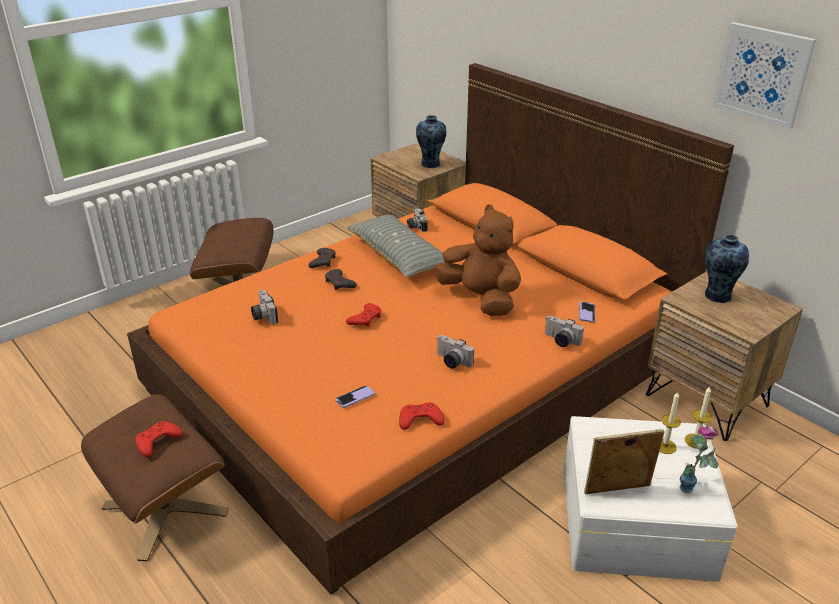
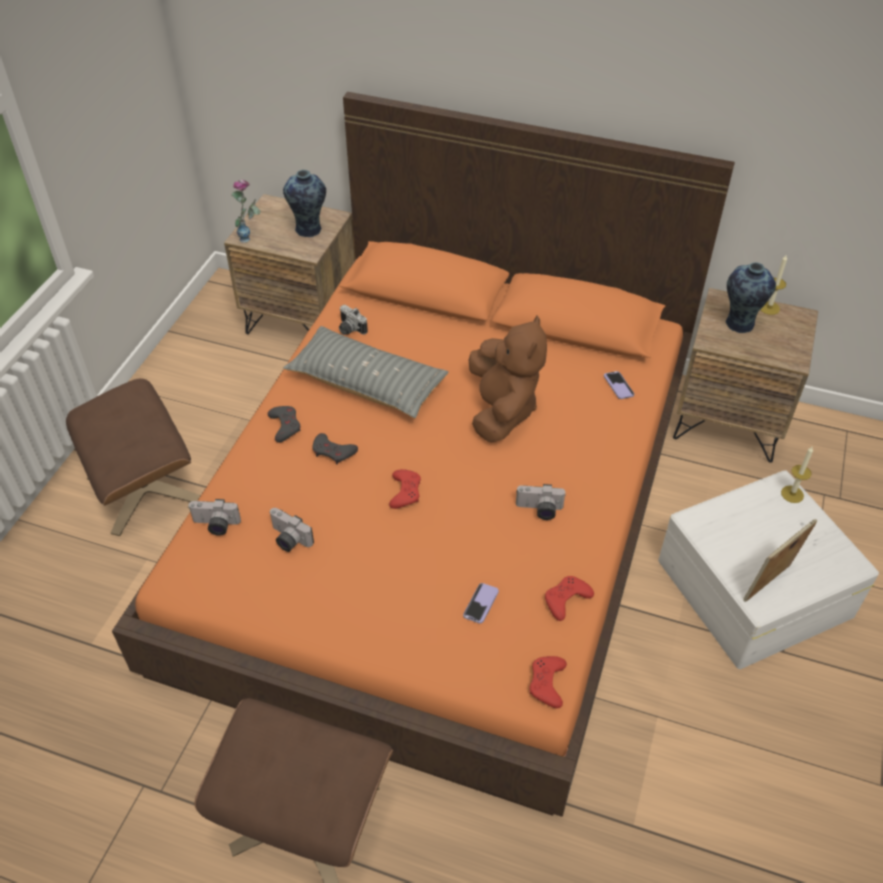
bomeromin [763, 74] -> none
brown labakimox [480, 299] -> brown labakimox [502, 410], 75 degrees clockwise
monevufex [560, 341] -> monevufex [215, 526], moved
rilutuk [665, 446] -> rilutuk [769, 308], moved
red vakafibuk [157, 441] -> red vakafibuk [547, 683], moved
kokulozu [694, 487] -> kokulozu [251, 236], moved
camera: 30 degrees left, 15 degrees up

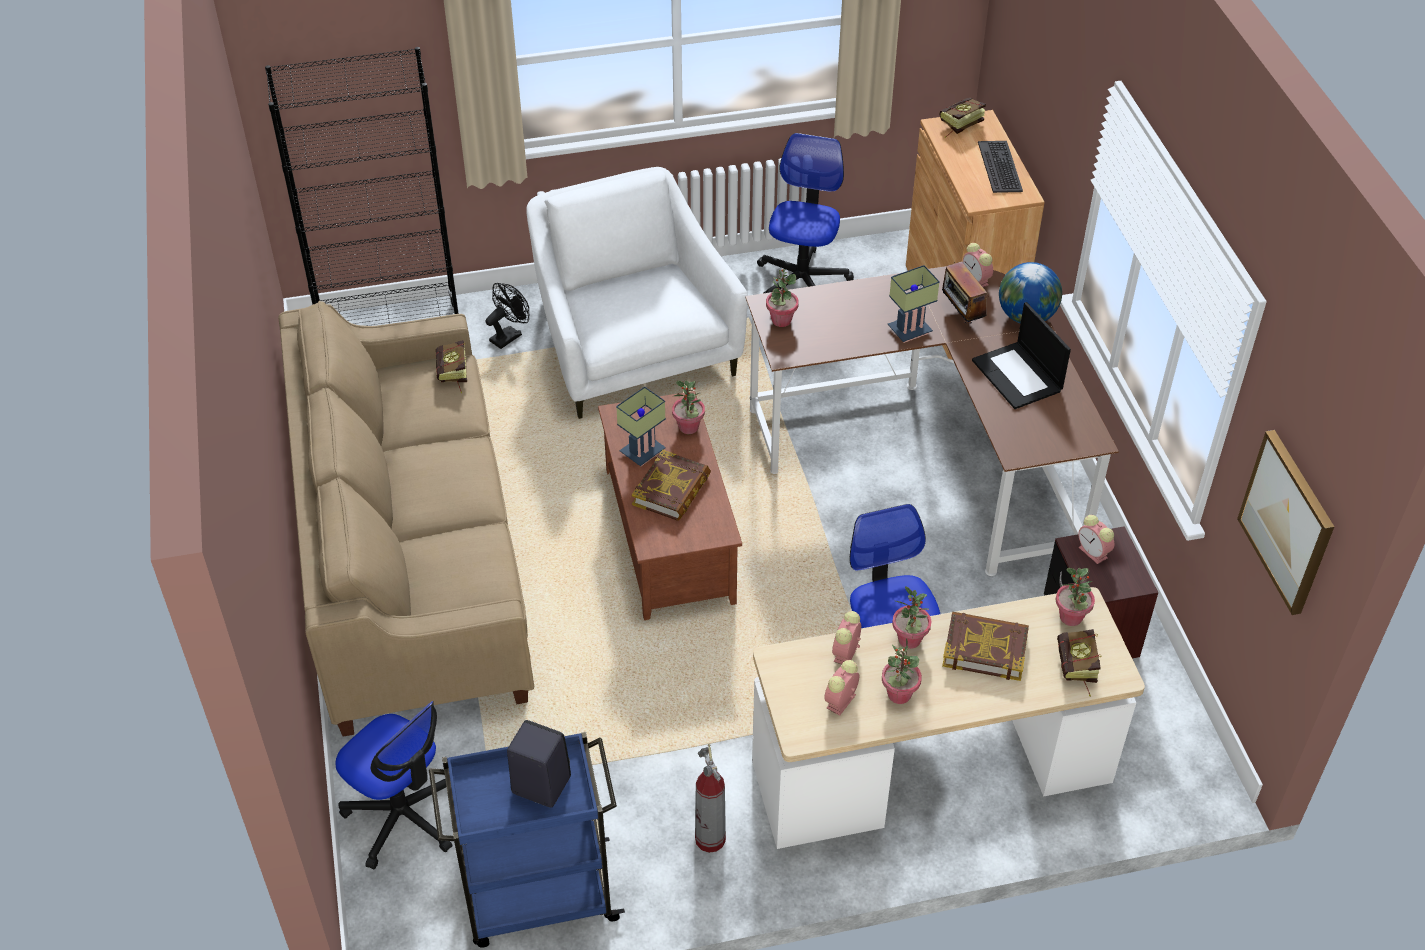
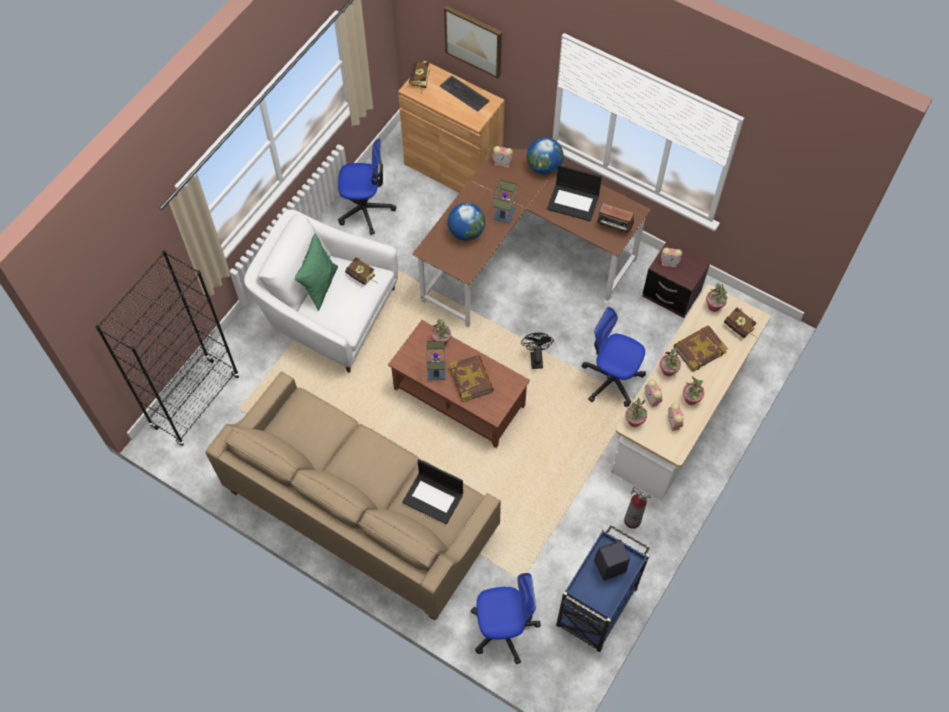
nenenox [802, 279] -> nenenox [365, 209], 120 degrees clockwise
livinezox [961, 316] -> livinezox [614, 229], moved
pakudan [781, 320] -> pakudan [634, 421], moved
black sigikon [509, 335] -> black sigikon [536, 357], moved
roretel [453, 376] -> roretel [363, 277], moved
bomeromin [1287, 521] -> bomeromin [474, 41], moved
none -> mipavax [466, 232]
none -> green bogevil [319, 286]
none -> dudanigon [433, 498]
camera: 45 degrees left, 15 degrees up

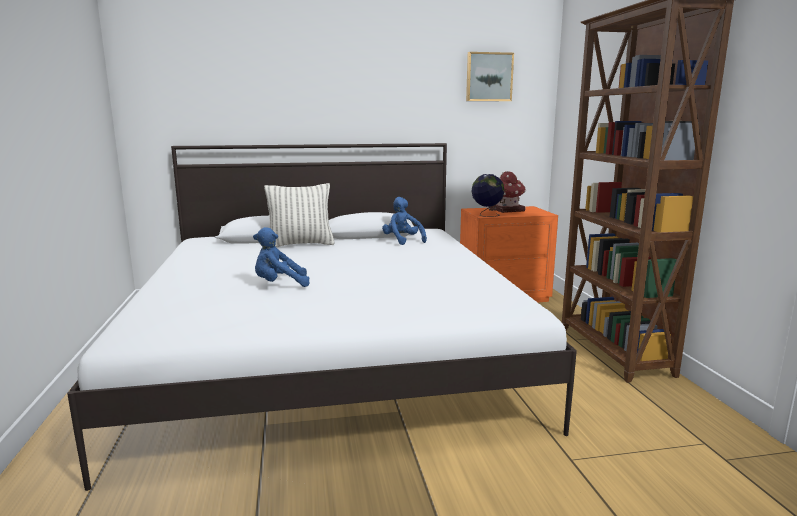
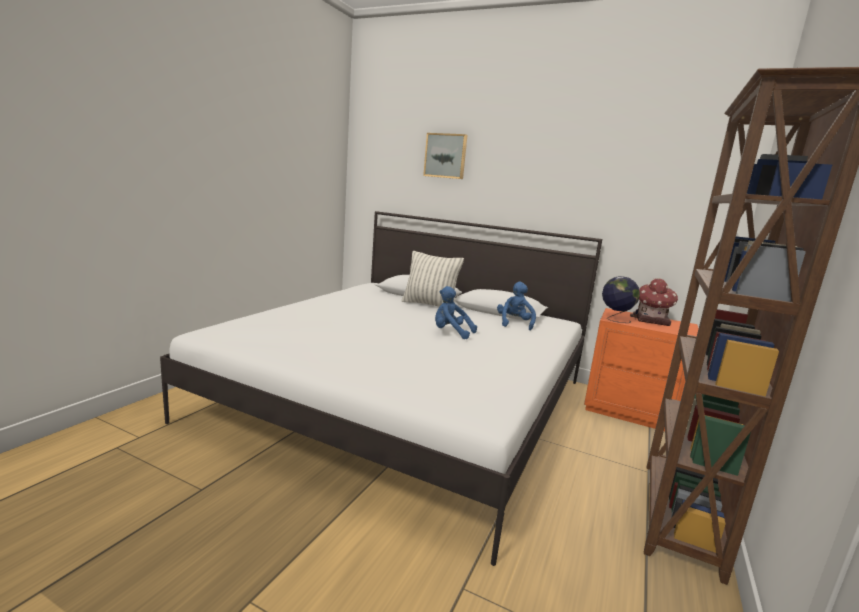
bomeromin [489, 77] -> bomeromin [445, 156], moved
blue labakimox [279, 285] -> blue labakimox [450, 333], moved
camera: 35 degrees right, 0 degrees up

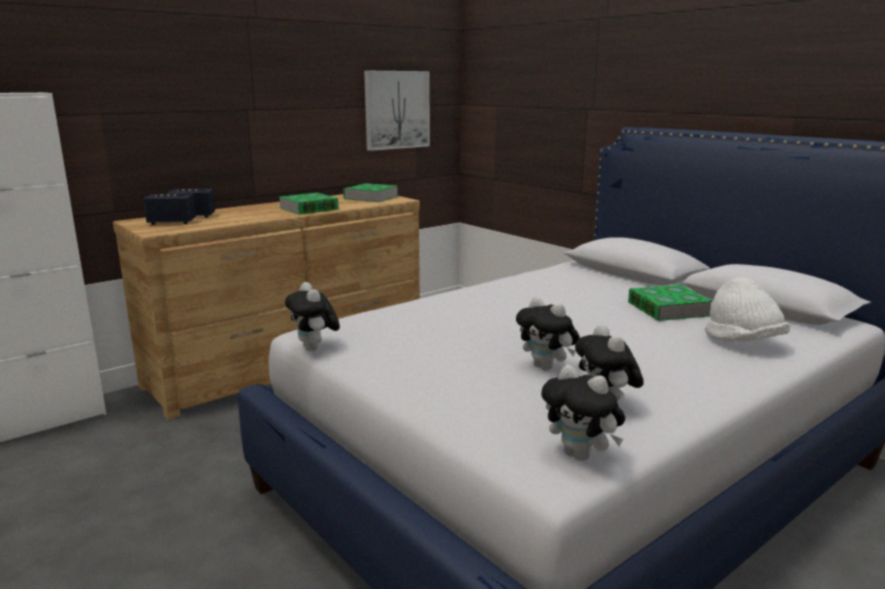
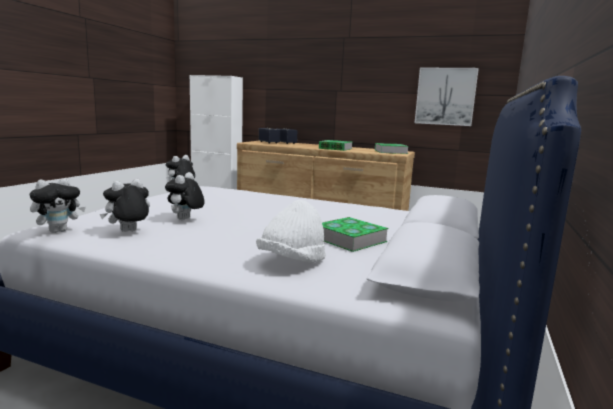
labakimox [581, 456] -> labakimox [59, 231], 150 degrees counterclockwise
camera: 60 degrees right, 5 degrees down

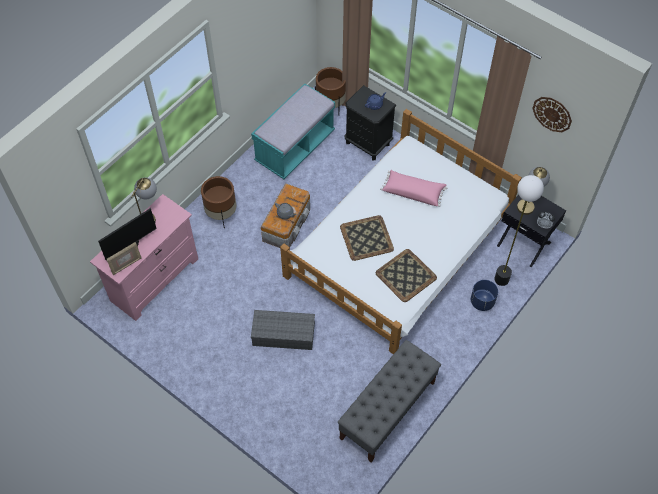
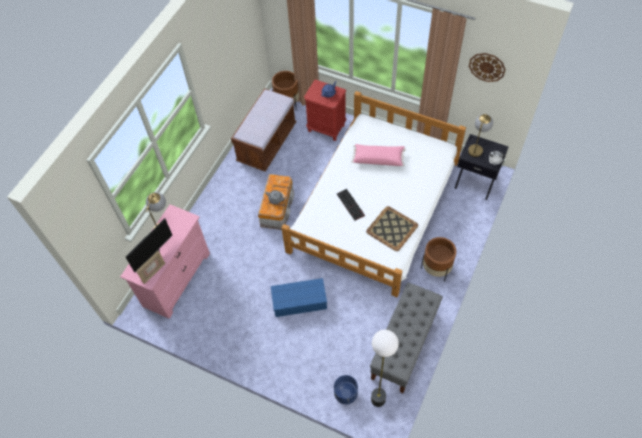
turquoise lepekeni [295, 147] -> brown lepekeni [267, 143]
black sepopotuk [368, 143] -> red sepopotuk [326, 128]
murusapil [502, 279] -> murusapil [378, 400], moved
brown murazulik [221, 214] -> brown murazulik [436, 269], moved
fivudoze [367, 238] -> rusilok [351, 204]
blue murazulik [482, 302] -> blue murazulik [345, 394], moved
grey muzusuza [282, 335] -> blue muzusuza [298, 302]
camera: 10 degrees left, 0 degrees up

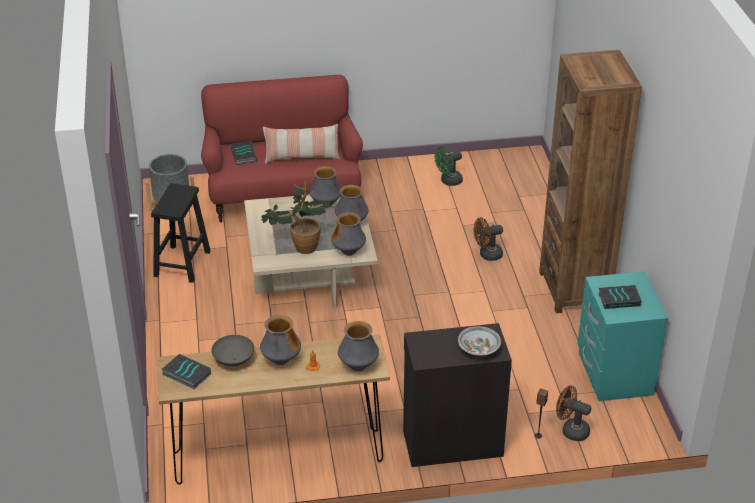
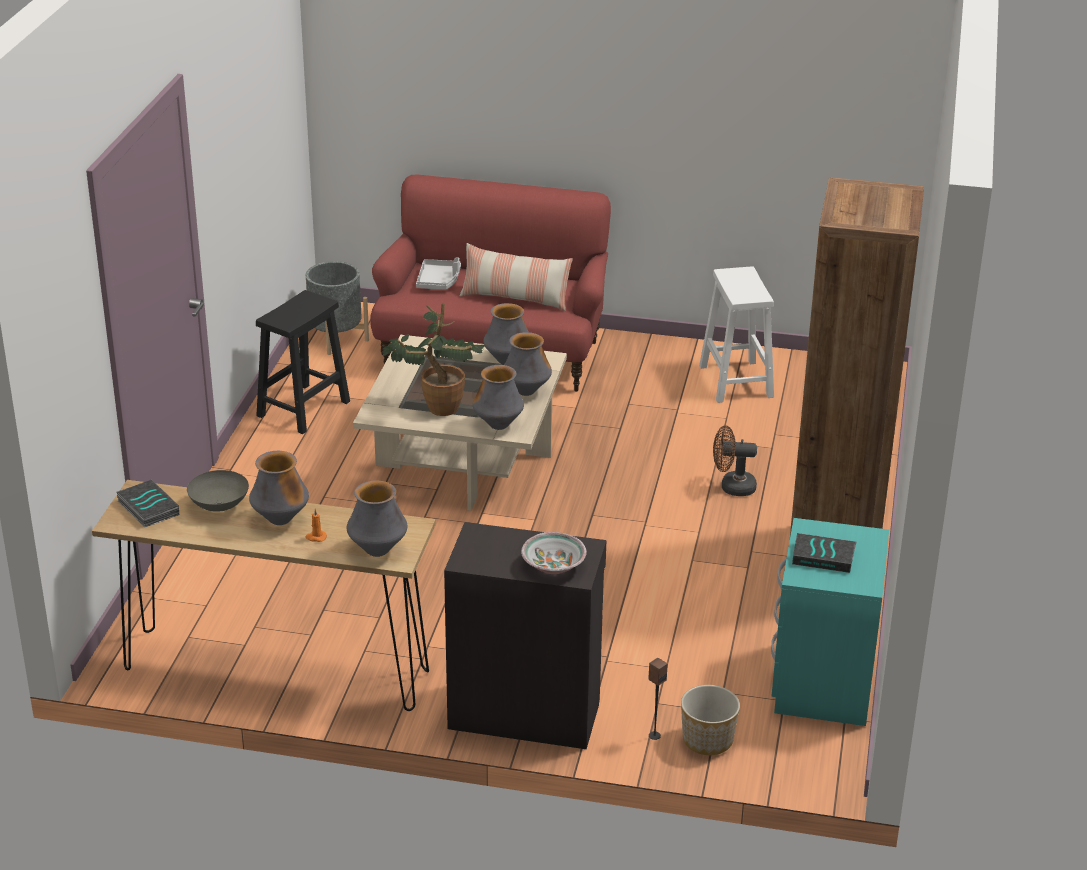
roretel [244, 155] -> grey fivudoze [439, 281]
green sigikon [448, 181] -> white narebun [736, 382]
brown sigikon [571, 430] -> murazulik [708, 741]
camera: 20 degrees right, 5 degrees down

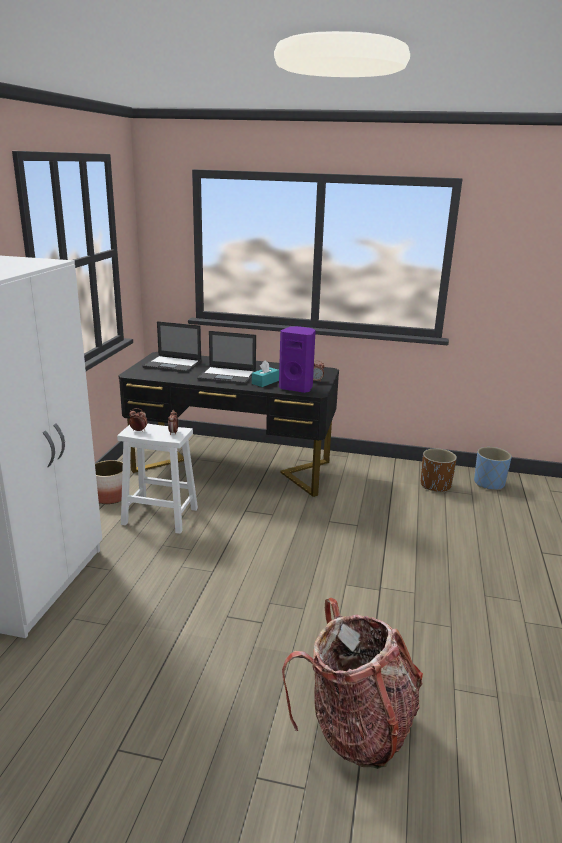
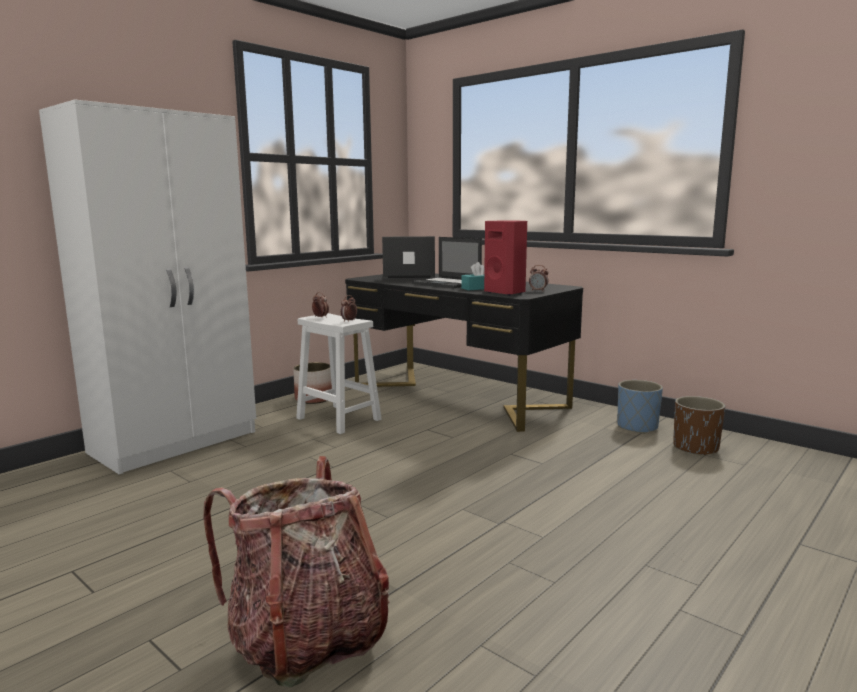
dudanigon [173, 364] -> dudanigon [408, 276], 135 degrees clockwise
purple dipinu [297, 388] -> red dipinu [506, 292]
blue murazulik [489, 483] -> blue murazulik [637, 427], moved
camera: 30 degrees right, 10 degrees down

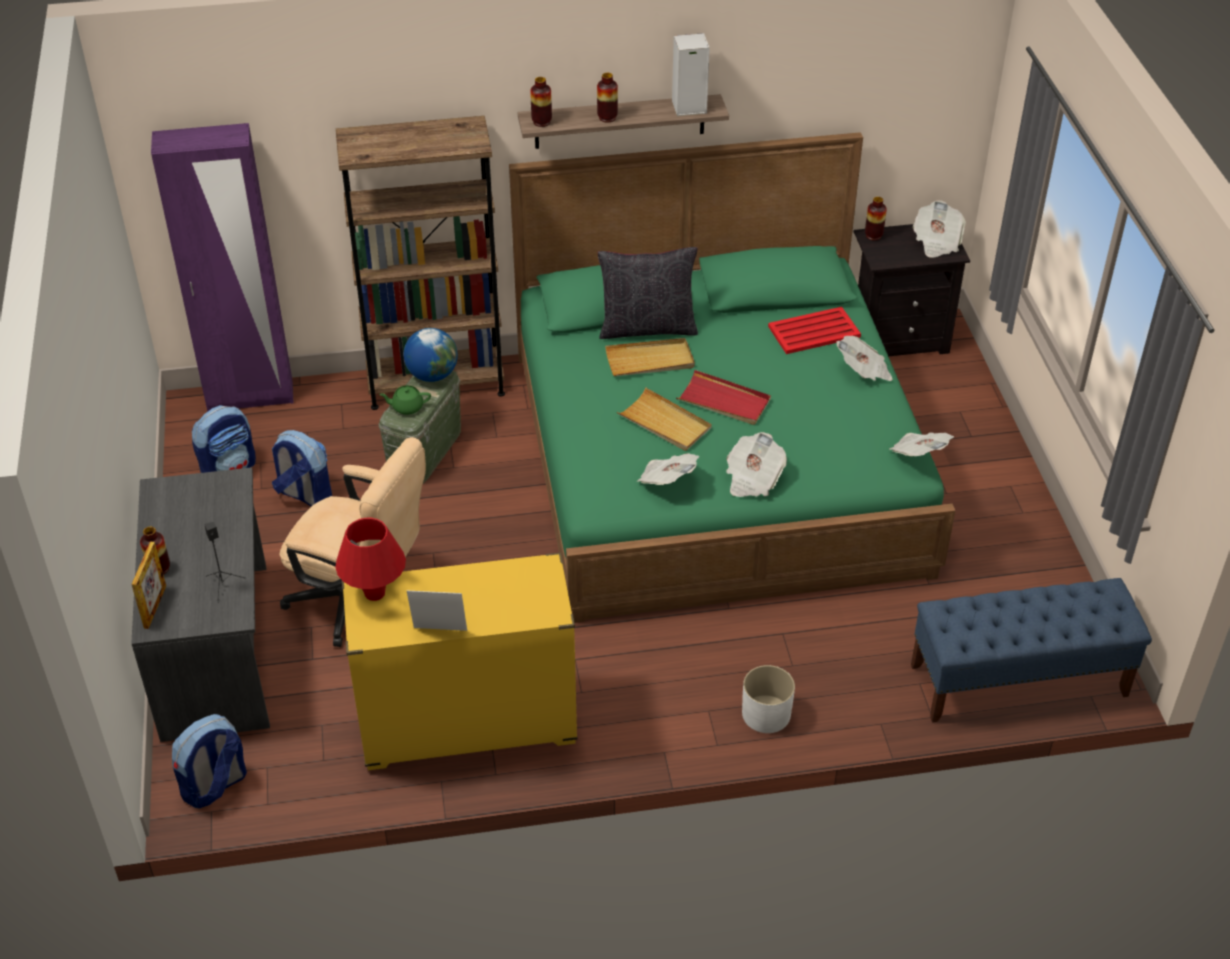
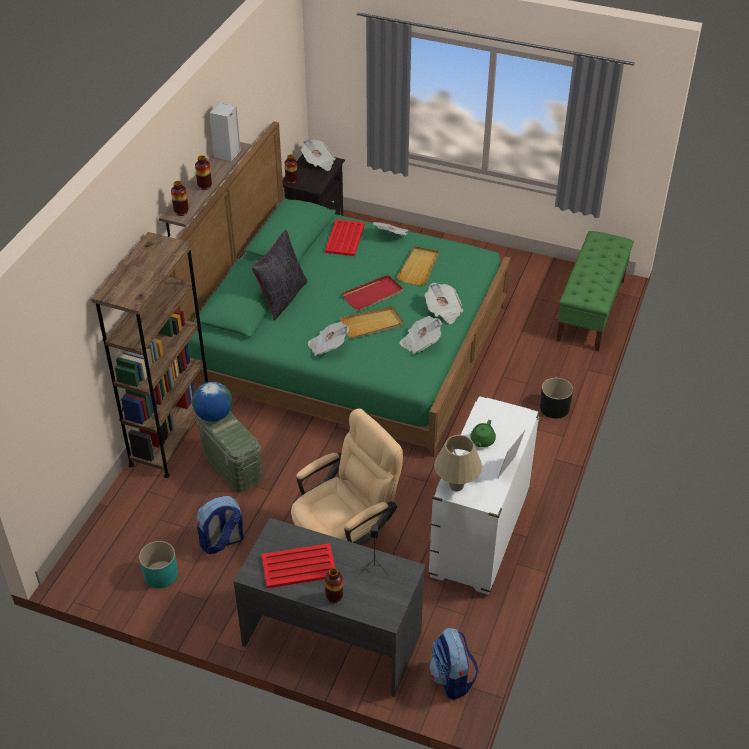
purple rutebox [250, 397] -> none
beige fivudoze [650, 361] -> beige fivudoze [419, 267], moved
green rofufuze [407, 407] -> green rofufuze [482, 441], moved
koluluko [229, 469] -> turquoise murazulik [160, 574]
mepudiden [919, 454] -> mepudiden [327, 346], moved
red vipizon [374, 593] -> beige vipizon [456, 486]
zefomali [155, 607] -> none
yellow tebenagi [467, 723] -> white tebenagi [480, 534]
blue lepekeni [1018, 680] -> green lepekeni [591, 310]
white murazulik [766, 714] -> black murazulik [554, 408]
none -> red fivudoze [299, 566]
camera: 60 degrees left, 0 degrees up

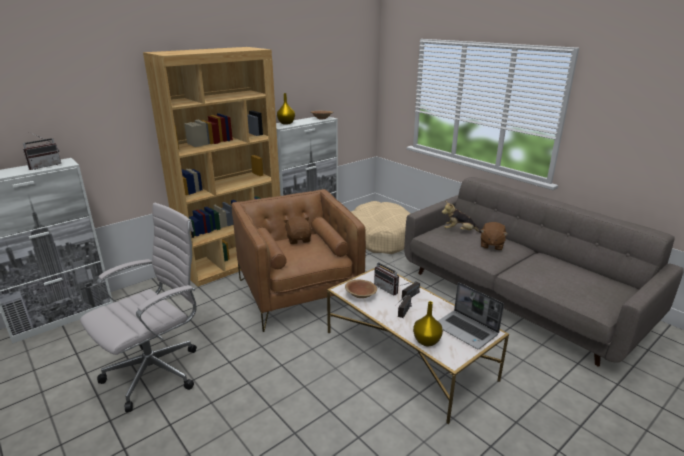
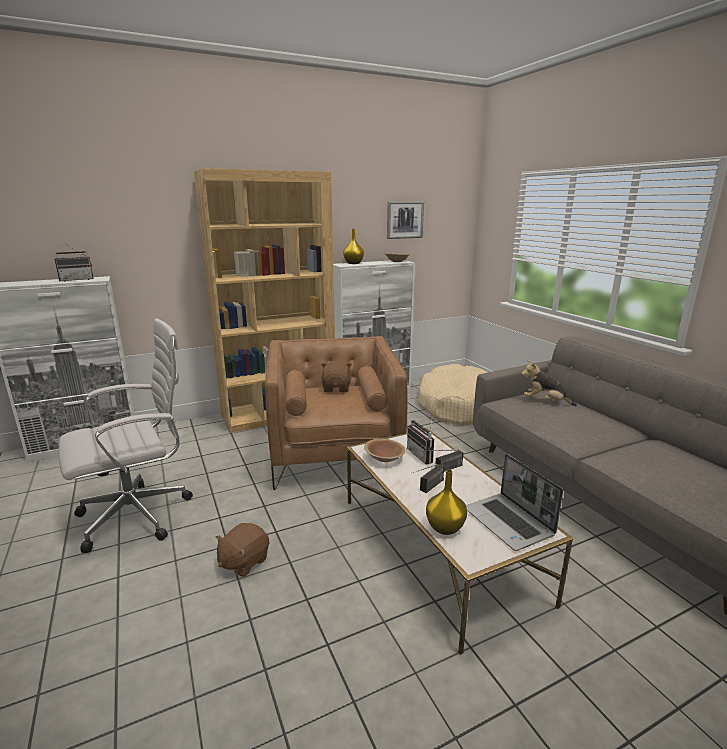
brown labakimox [491, 245] -> brown labakimox [243, 561], moved
none -> bomeromin [404, 220]
camera: 15 degrees right, 5 degrees down

